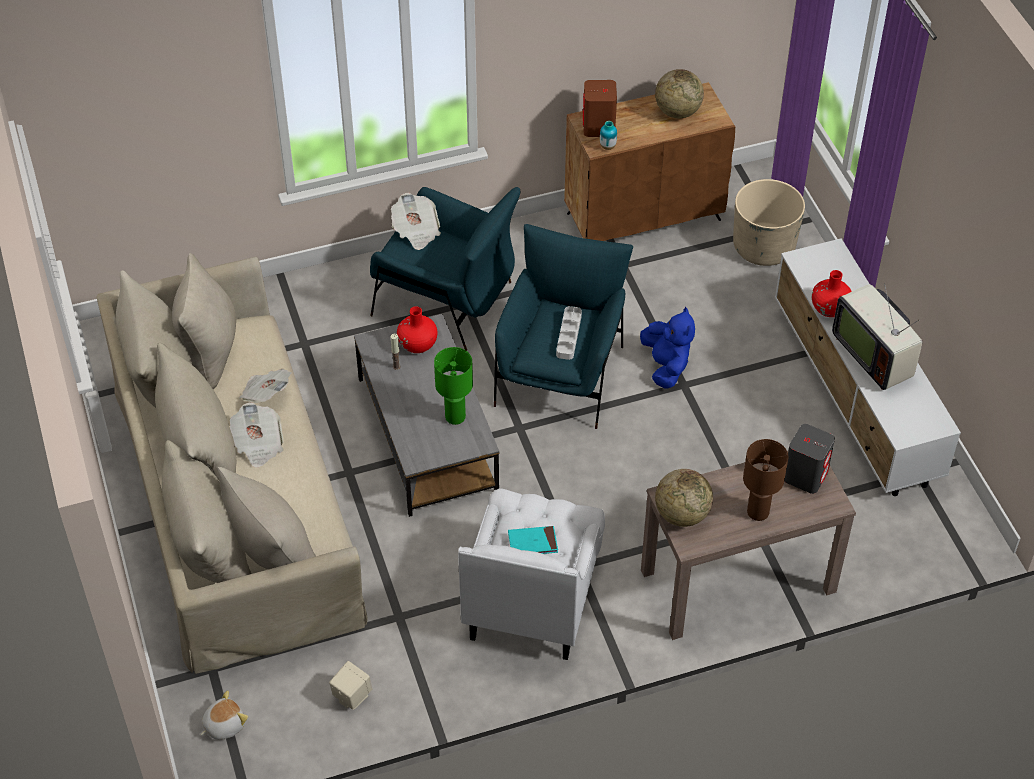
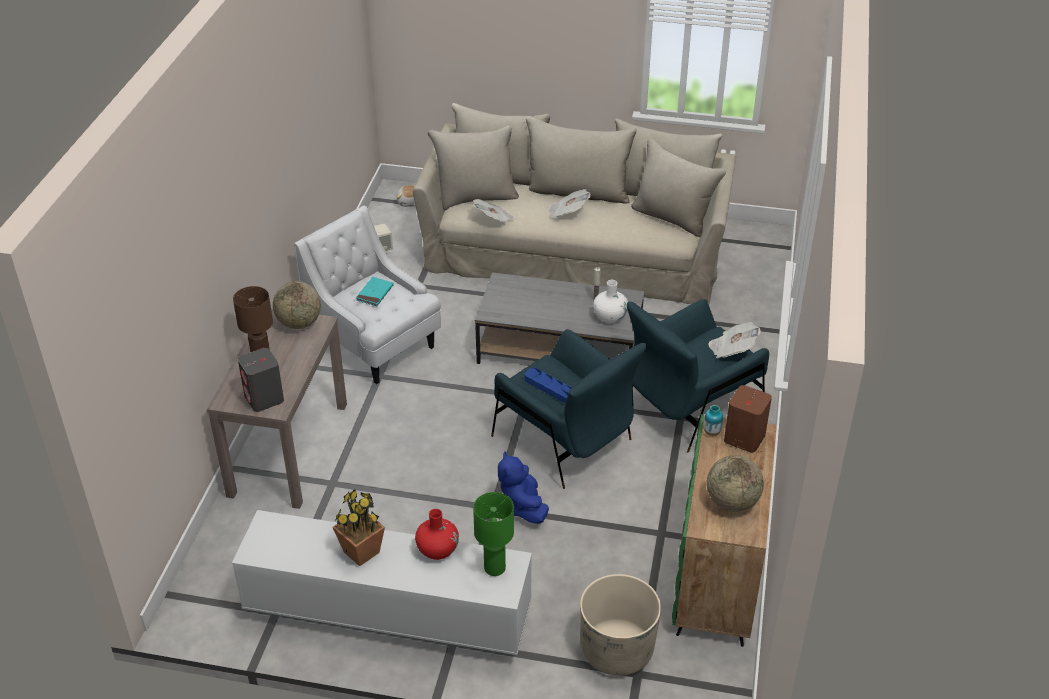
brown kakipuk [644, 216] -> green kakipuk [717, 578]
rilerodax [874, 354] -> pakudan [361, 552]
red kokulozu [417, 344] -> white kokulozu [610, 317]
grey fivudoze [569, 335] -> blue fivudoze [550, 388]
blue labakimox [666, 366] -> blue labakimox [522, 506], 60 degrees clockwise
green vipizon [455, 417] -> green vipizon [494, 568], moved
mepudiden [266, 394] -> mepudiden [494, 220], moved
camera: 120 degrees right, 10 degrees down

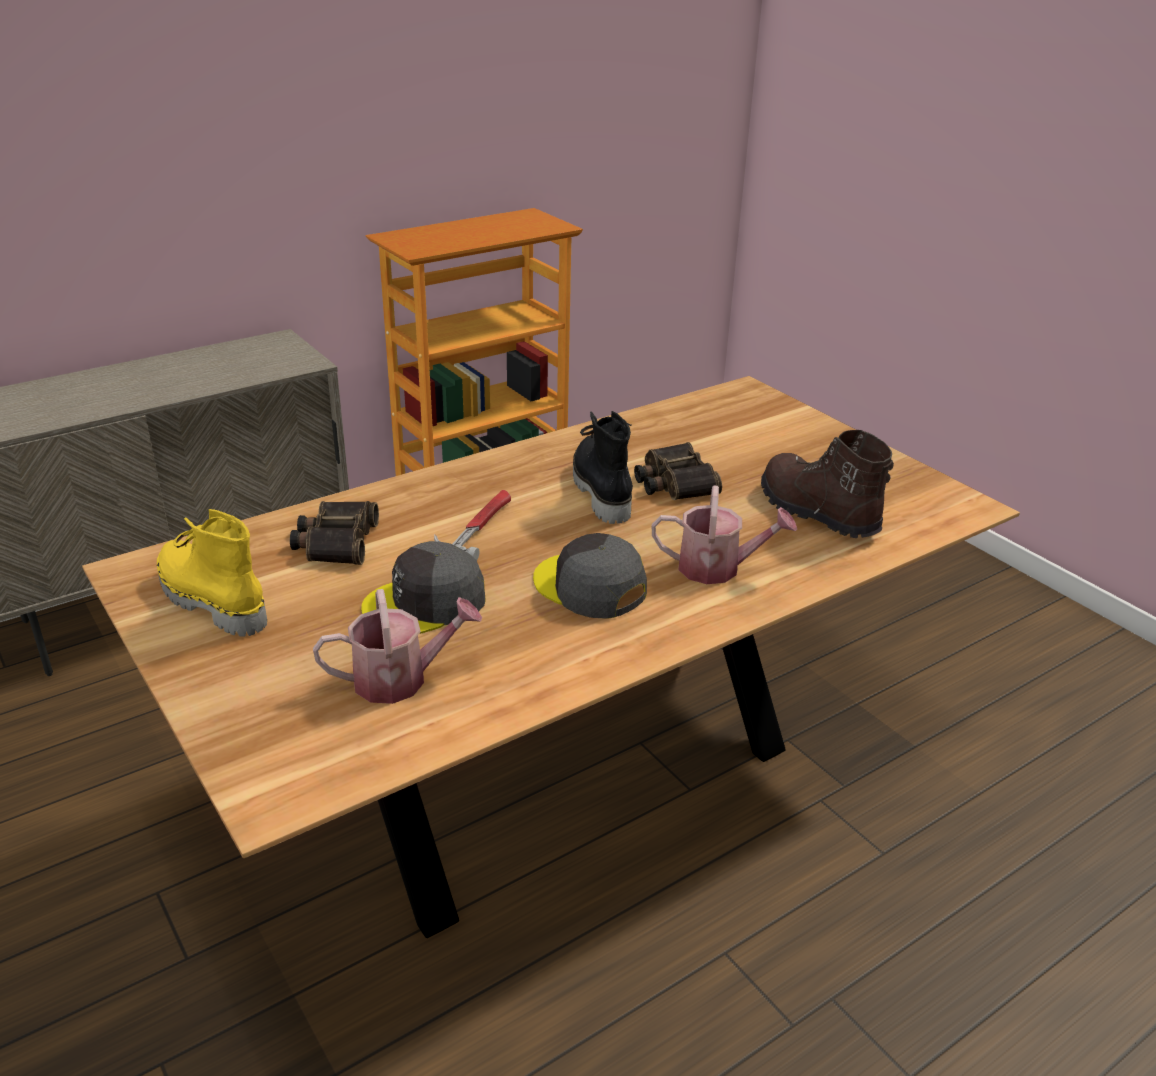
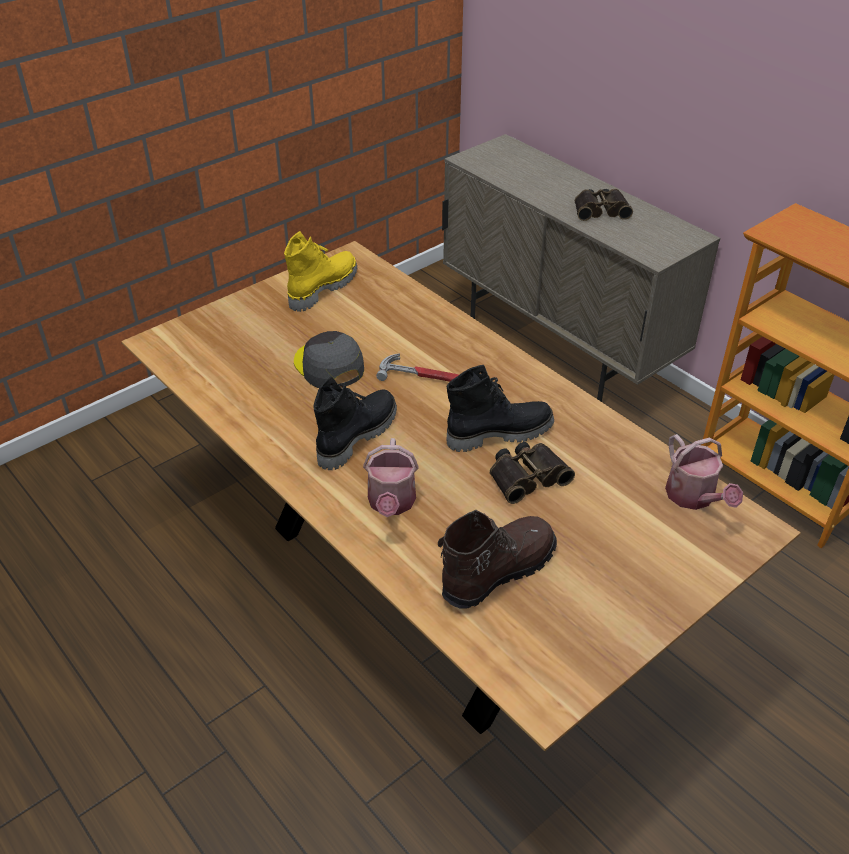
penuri [336, 542] -> penuri [600, 210], moved
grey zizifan [589, 587] -> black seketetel [356, 436]
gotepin [401, 679] -> gotepin [694, 497], moved
camera: 85 degrees right, 10 degrees up

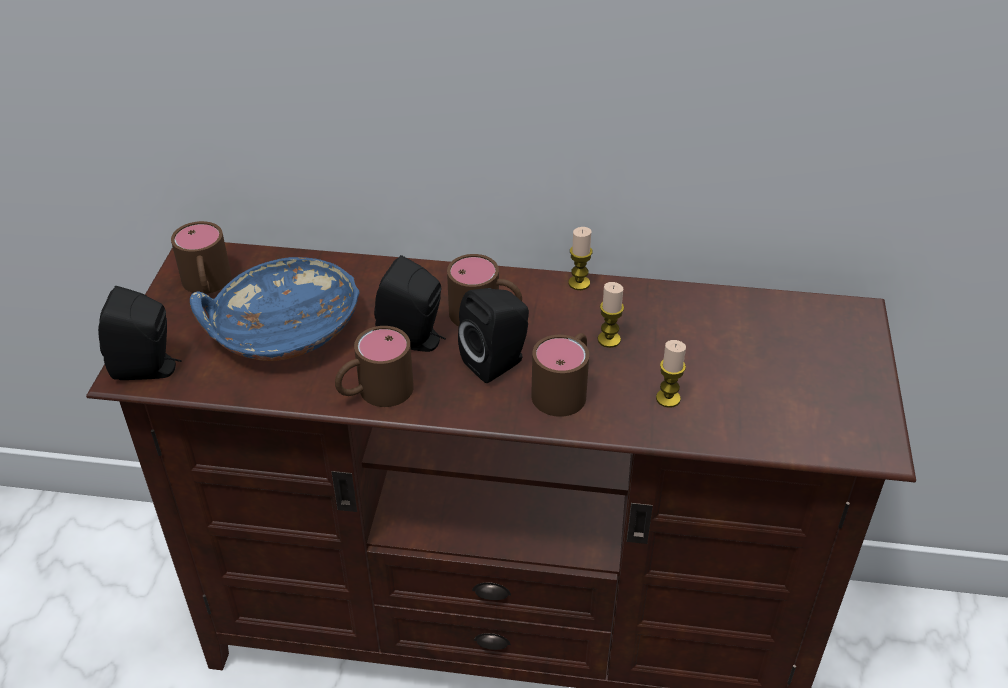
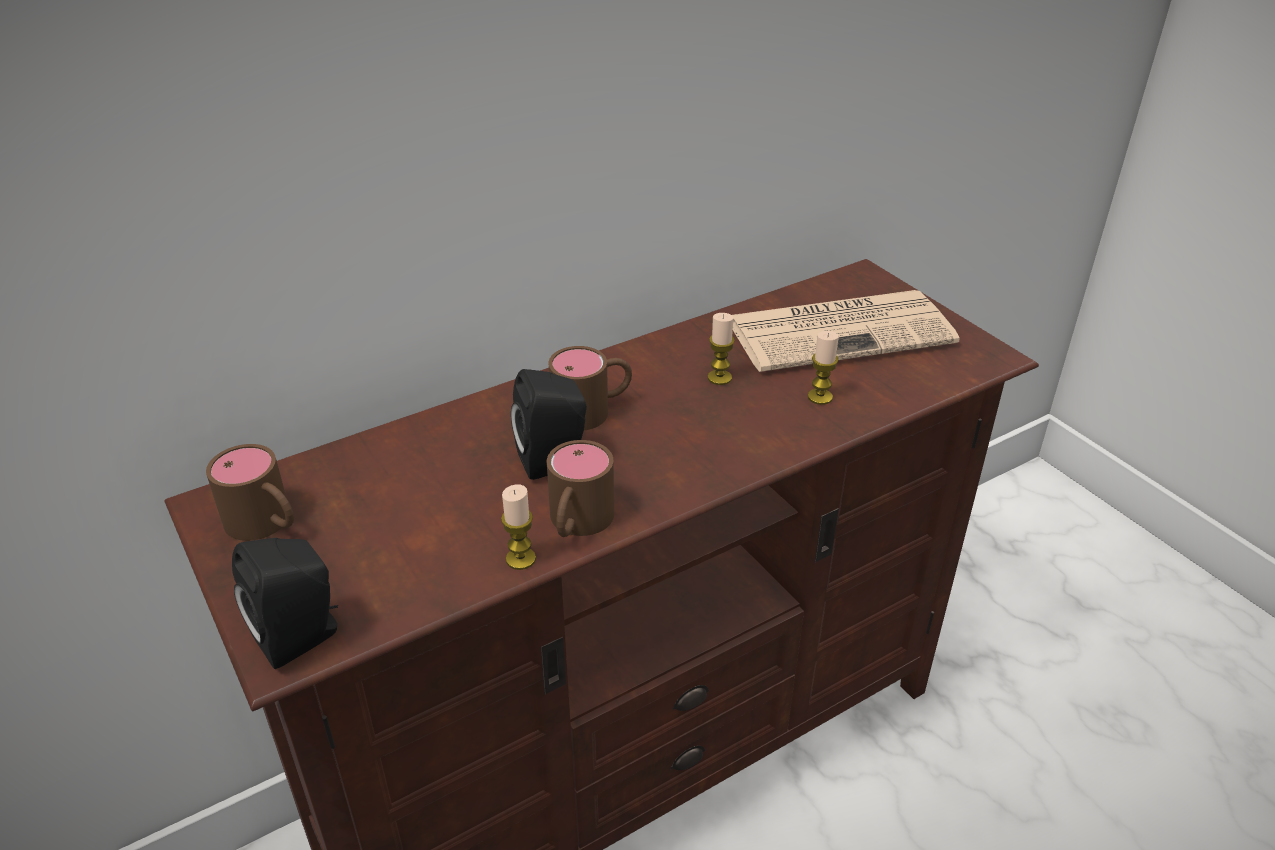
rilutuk [579, 283] -> rilutuk [520, 559], moved
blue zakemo [283, 330] -> none
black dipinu [498, 362] -> none
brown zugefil [565, 388] -> none
none -> mepudiden [841, 331]
camera: 40 degrees left, 5 degrees down

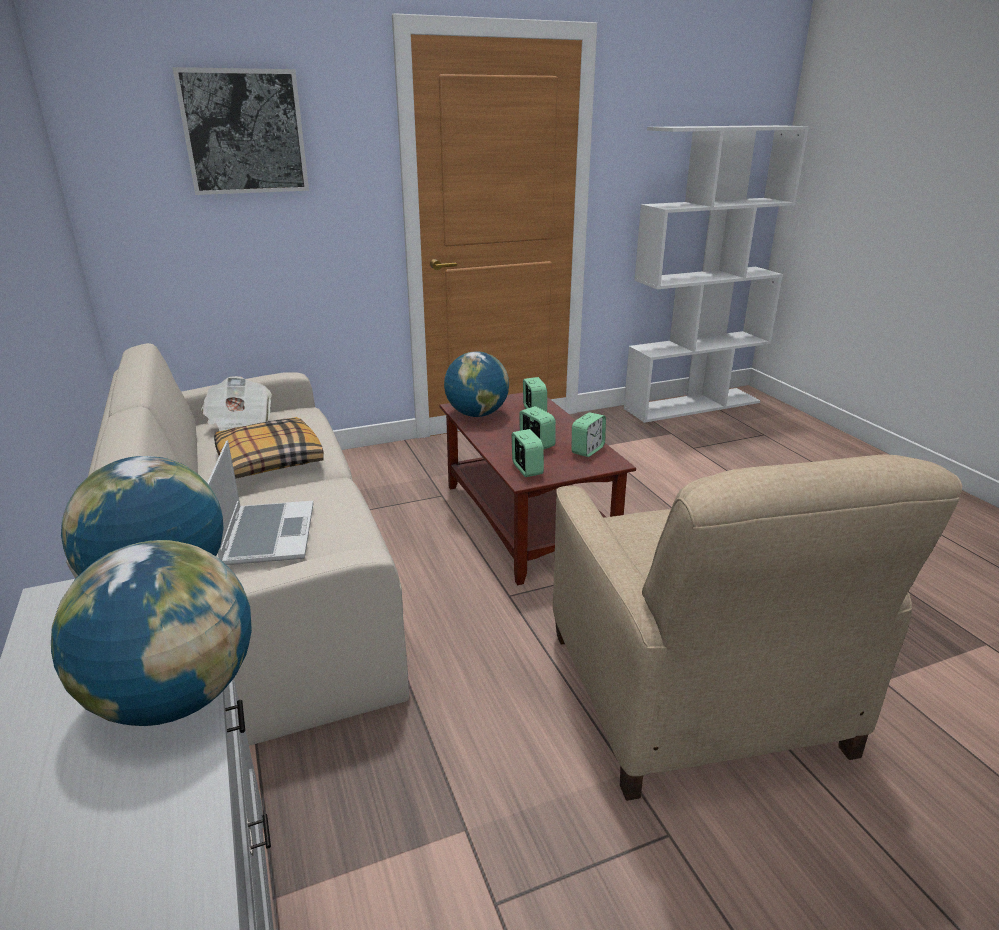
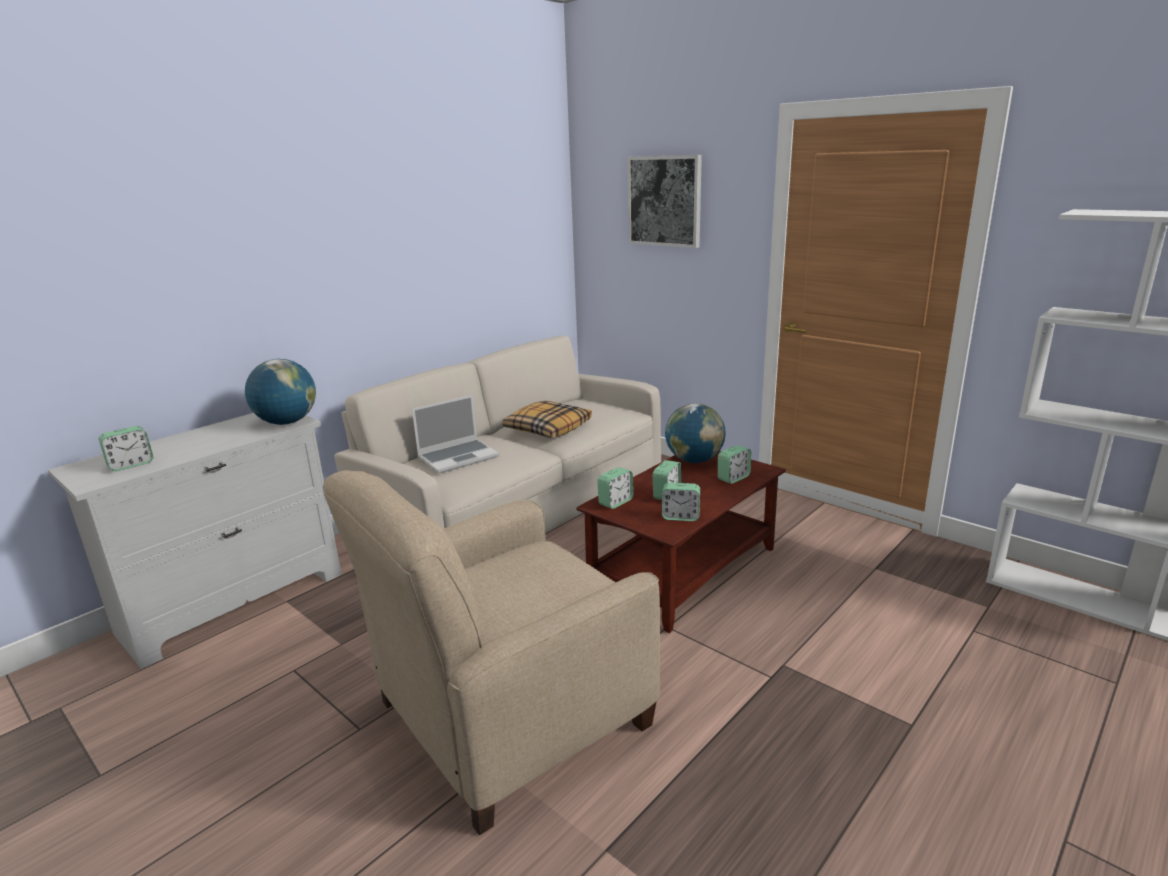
mepudiden [240, 425] -> none
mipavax [175, 697] -> none
none -> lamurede [131, 465]
camera: 65 degrees right, 5 degrees down

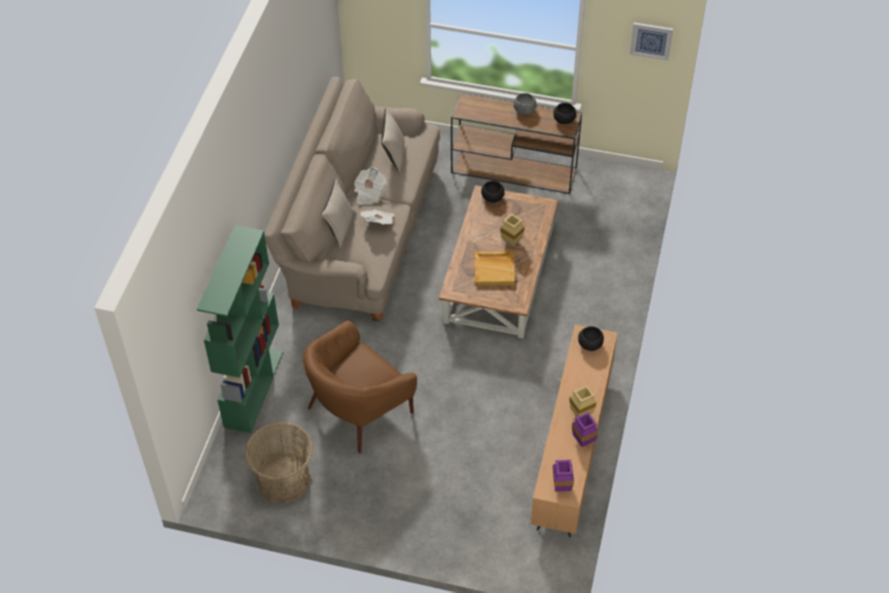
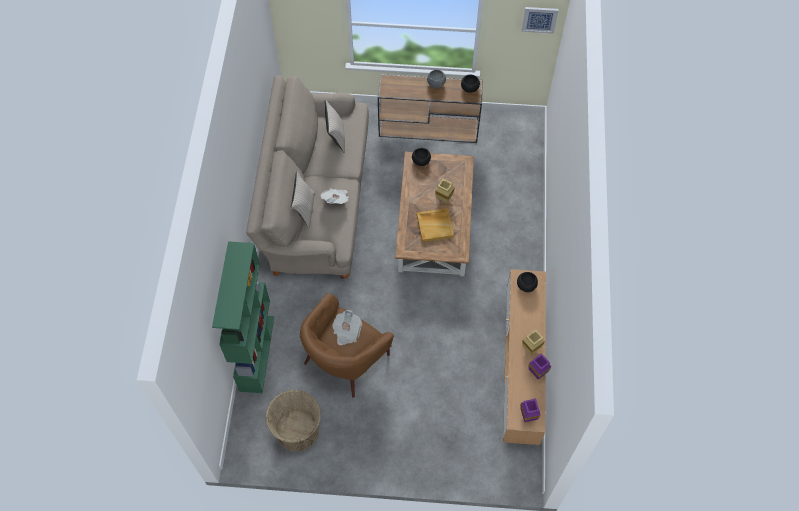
mepudiden [369, 193] -> mepudiden [346, 332], moved
camera: 10 degrees left, 10 degrees up

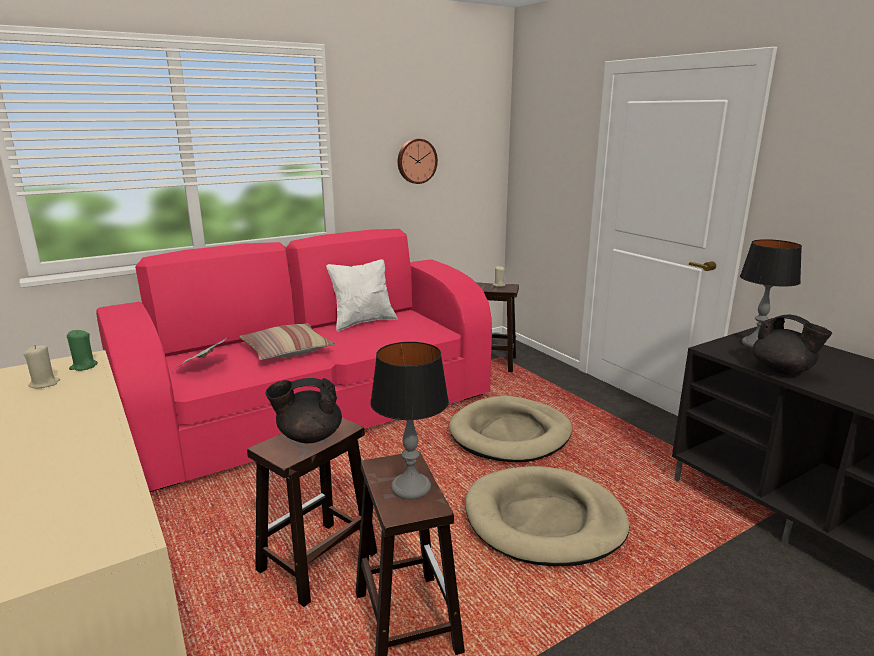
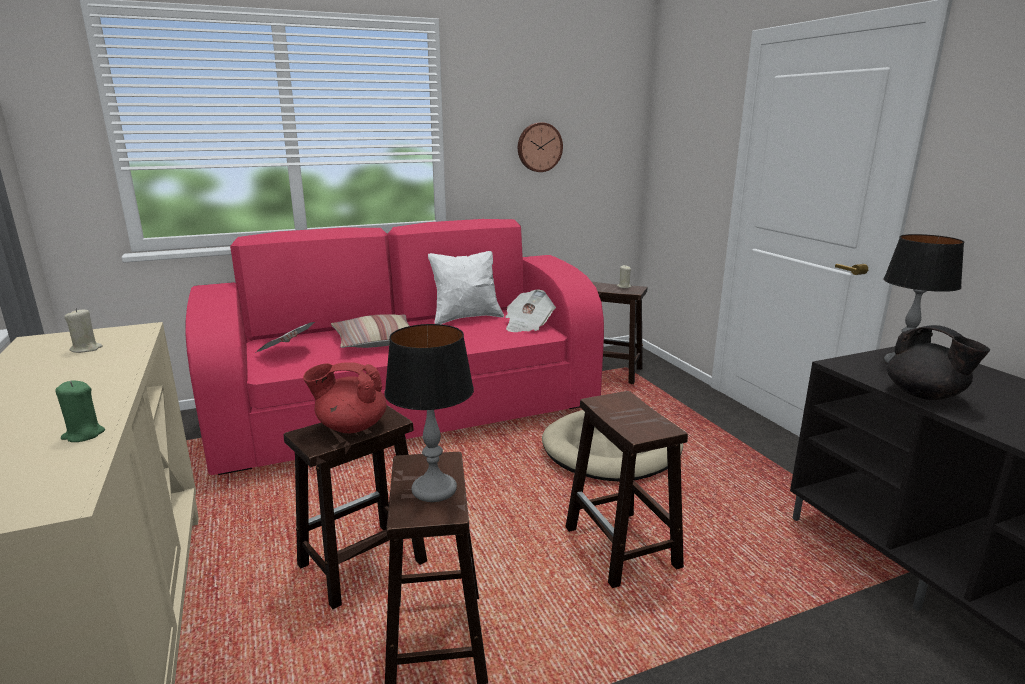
green rilutuk [83, 366] -> green rilutuk [83, 435], moved
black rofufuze [309, 437] -> red rofufuze [351, 427]
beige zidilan [544, 520] -> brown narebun [623, 548]
none -> mepudiden [528, 325]
camera: 10 degrees right, 0 degrees up

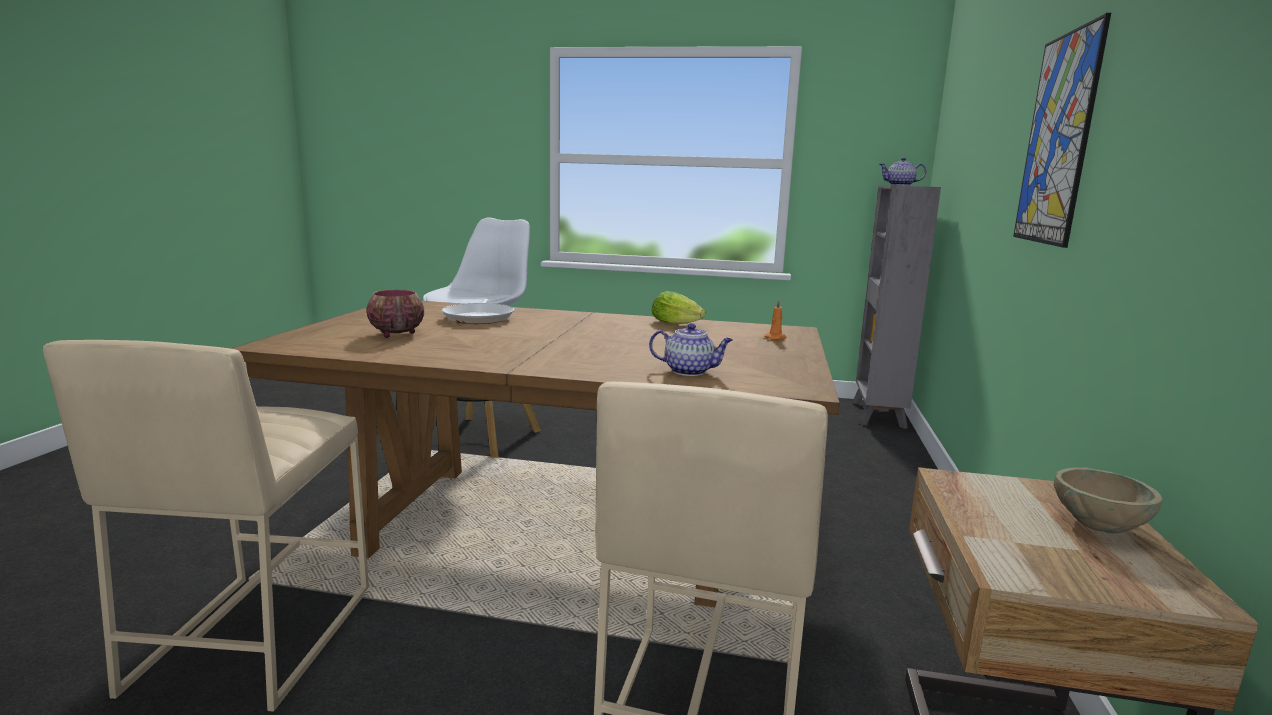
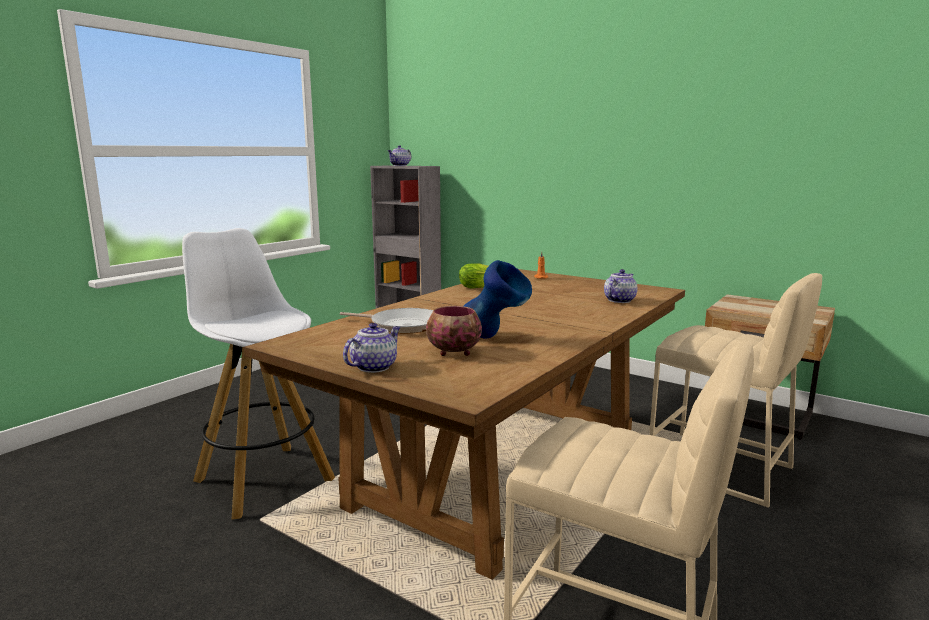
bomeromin [1057, 139] -> none
beige zakemo [1098, 527] -> none
none -> blue kokulozu [494, 338]
none -> rofufuze [374, 367]
camera: 65 degrees left, 0 degrees up

